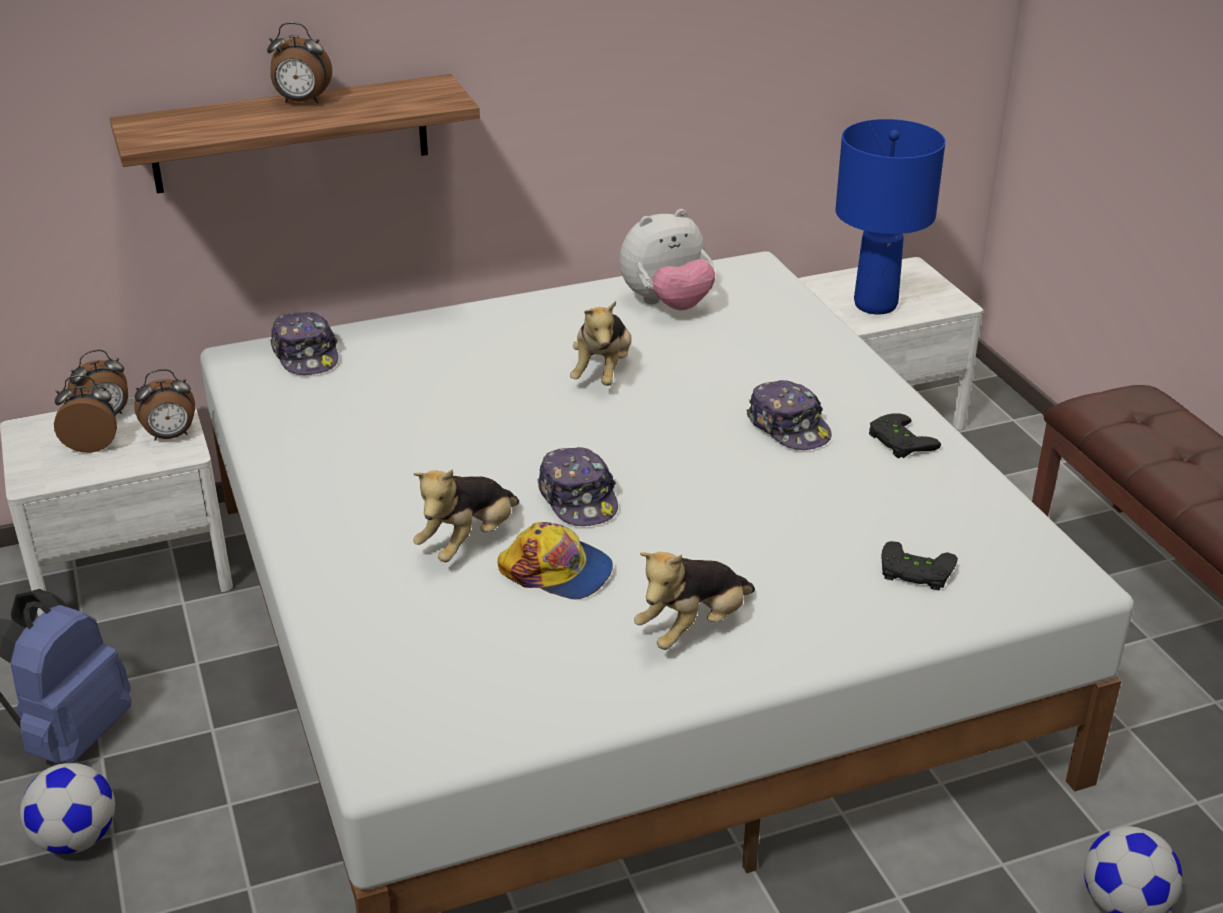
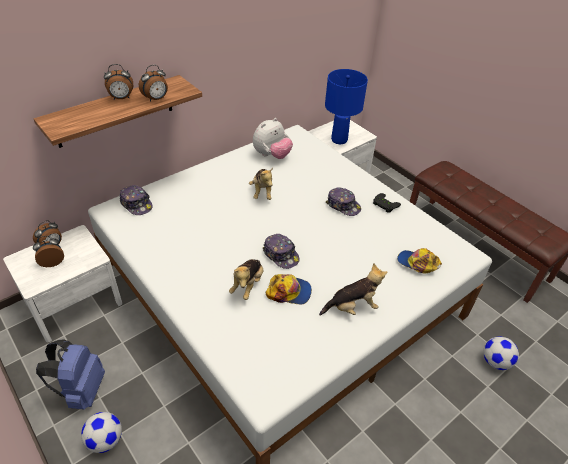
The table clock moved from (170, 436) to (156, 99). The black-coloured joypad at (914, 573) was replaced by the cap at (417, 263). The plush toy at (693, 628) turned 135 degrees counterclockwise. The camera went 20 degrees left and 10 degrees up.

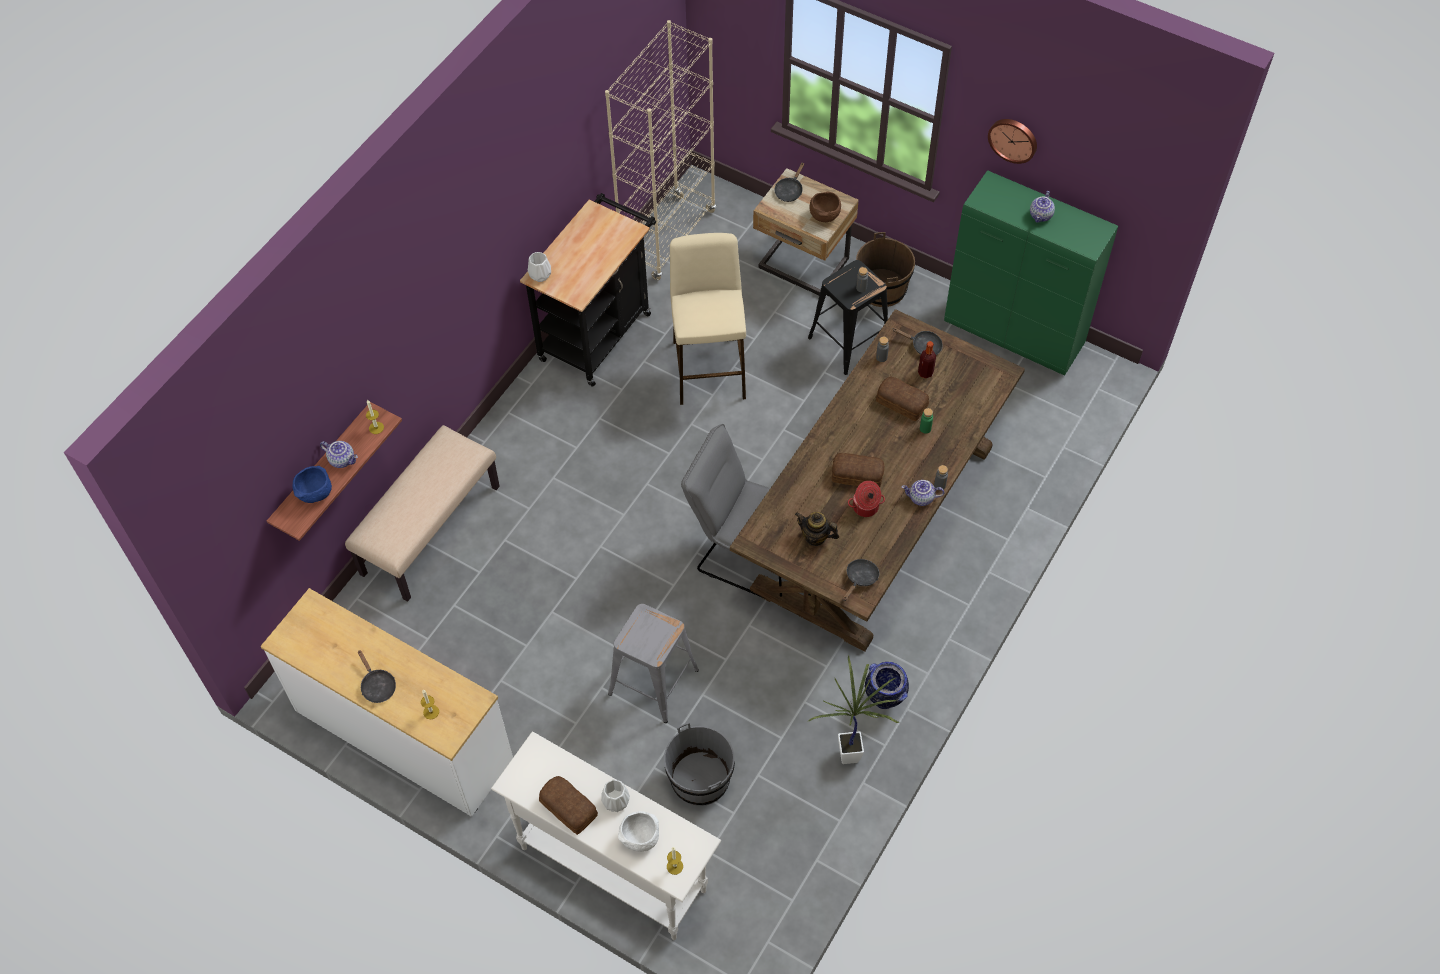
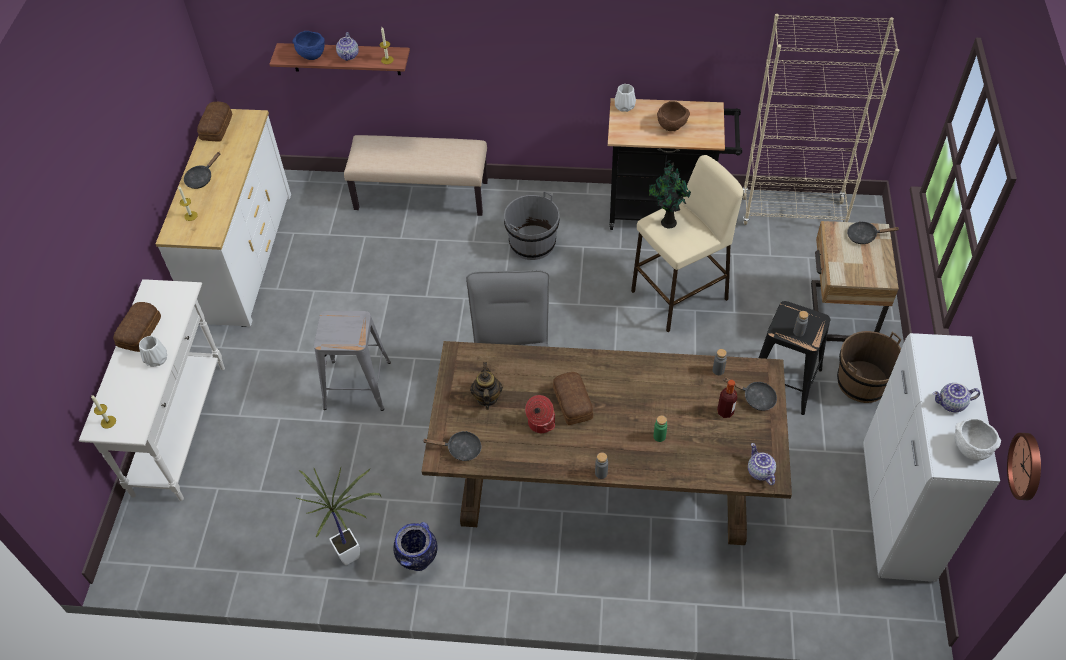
The houseplant at (667, 222) appeared. The white bowl moved from (639, 839) to (969, 449). The greyish bucket moved from (700, 779) to (532, 243). The brown-coloured bowl moved from (824, 215) to (672, 126). The bread moved from (901, 402) to (217, 127). The tea pot moved from (921, 498) to (759, 471). The wall clock moved from (1013, 139) to (1027, 466). The green storage cabinet at (1015, 334) became the white storage cabinet at (897, 513). The black-coloured frying pan at (923, 346) turned 60 degrees counterclockwise. The camera went 65 degrees right and 5 degrees down.

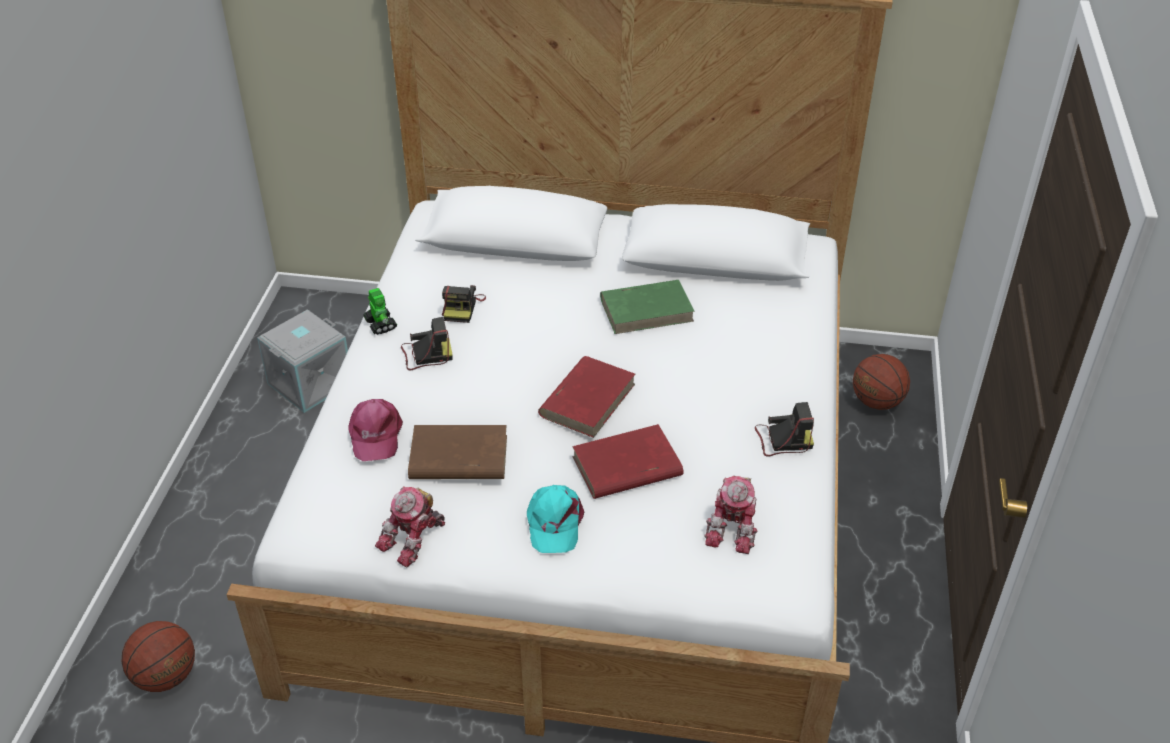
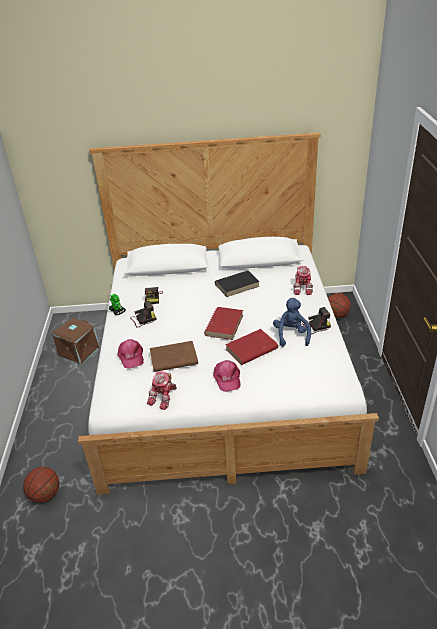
The blue-coloured plush toy at (291, 335) appeared. The toy robot moved from (734, 527) to (303, 288). The greyish storage bin at (310, 382) became the brown-coloured storage bin at (79, 351). The turquoise cap at (554, 523) became the pink cap at (227, 378). The green volume at (647, 310) became the black-coloured volume at (237, 285). The camera went 10 degrees left and 5 degrees down.

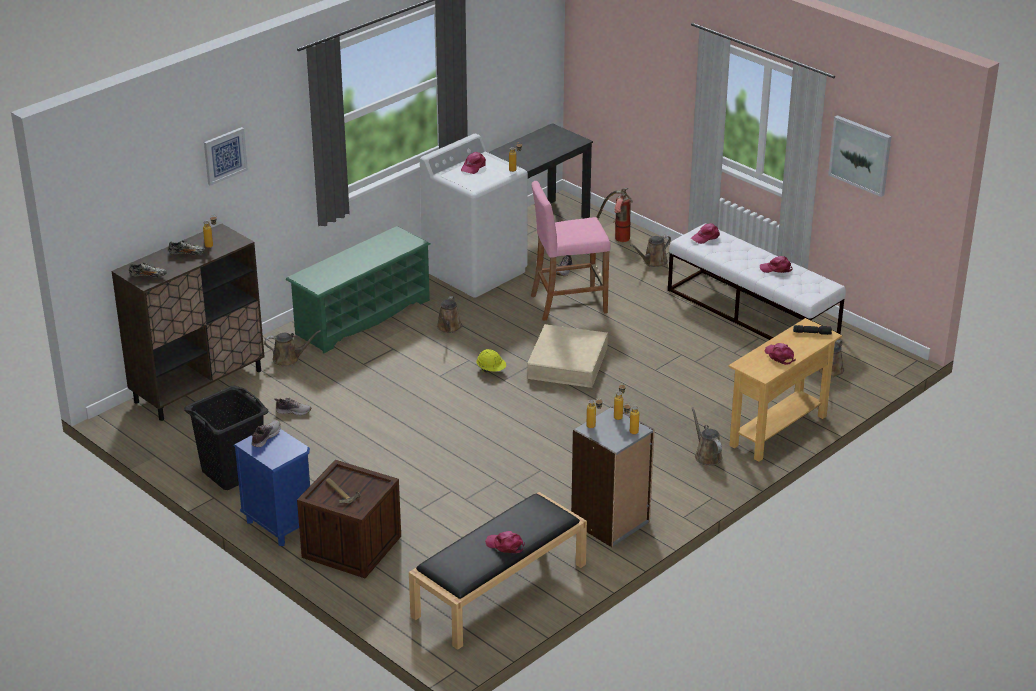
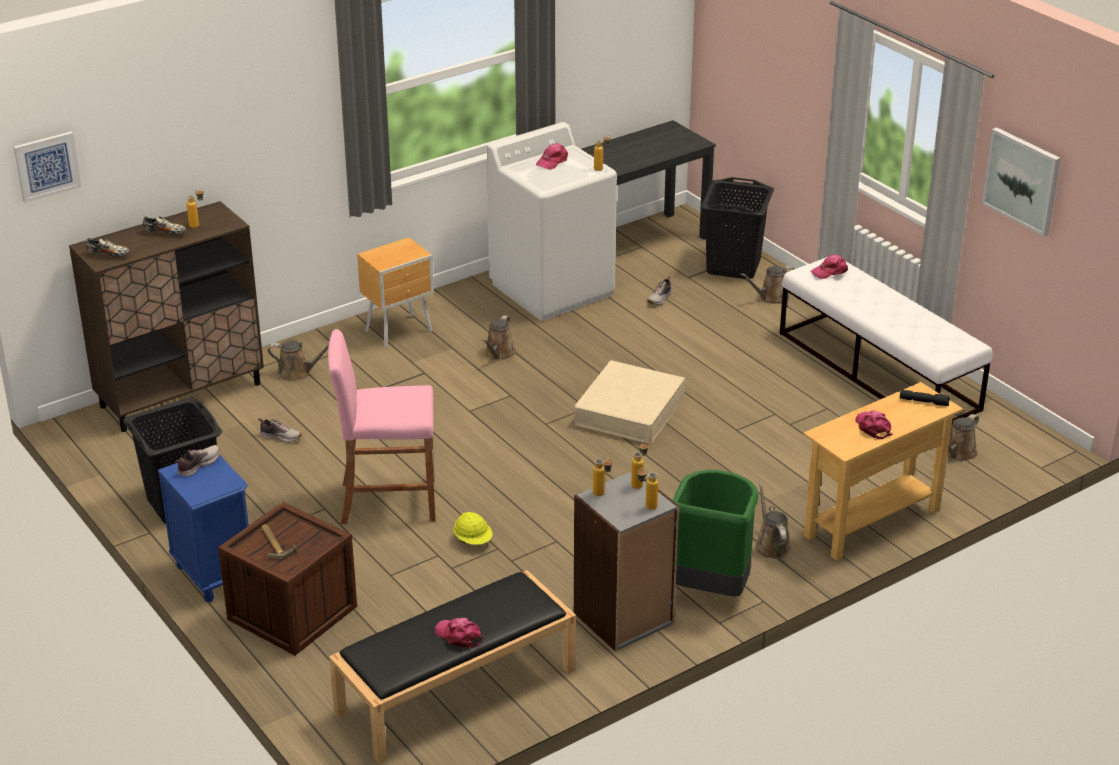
The pink cap at (776, 269) disappeared. The green waste bin at (711, 589) appeared. The wall picture moved from (224, 155) to (47, 166). The yellowish work helmet moved from (491, 370) to (473, 540). The pink stool moved from (569, 304) to (388, 501). The green shoe stand at (362, 317) was replaced by the brown-coloured night table at (400, 331). The fire extinguisher at (616, 239) was replaced by the black-coloured laundry basket at (734, 266). The camera went 10 degrees right and 0 degrees up.

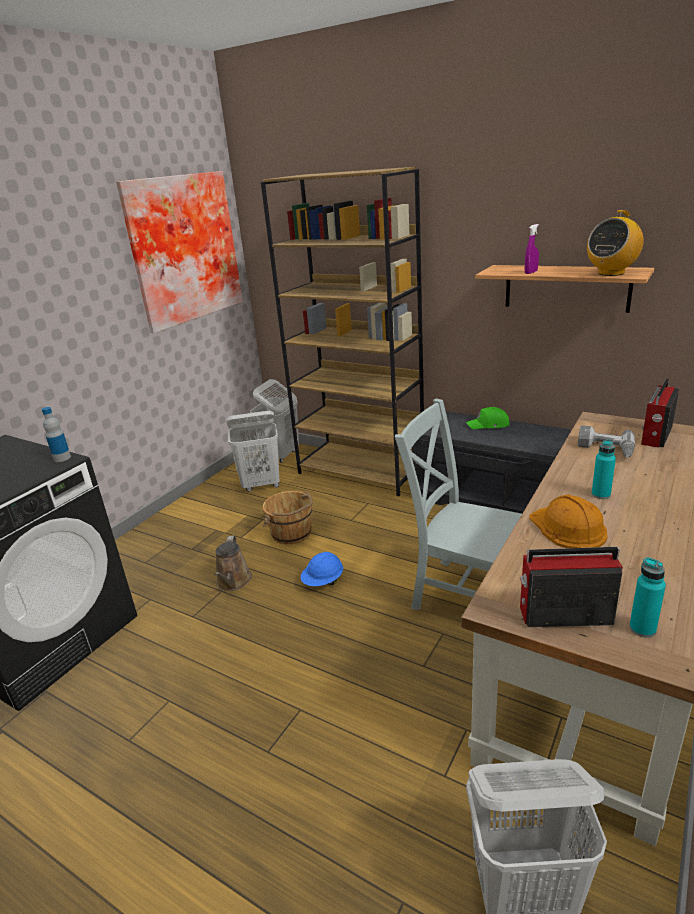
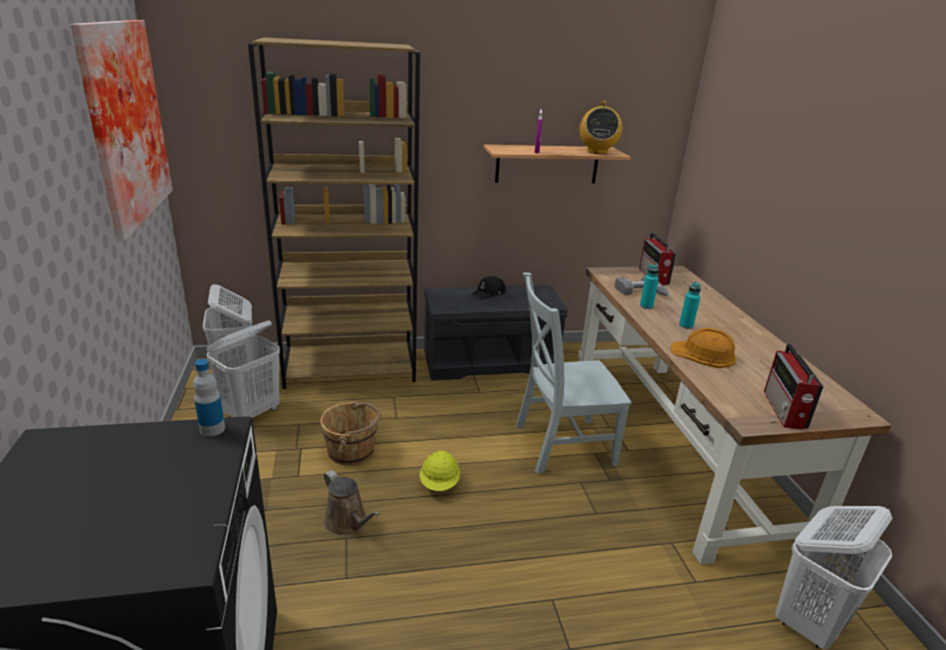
The turquoise beverage bottle moved from (642, 629) to (646, 306). The blue-coloured work helmet at (323, 582) became the yellowish work helmet at (439, 484). The green cap at (488, 425) became the black-coloured cap at (489, 293). The radio at (563, 615) turned 45 degrees counterclockwise. The camera went 45 degrees left and 0 degrees up.

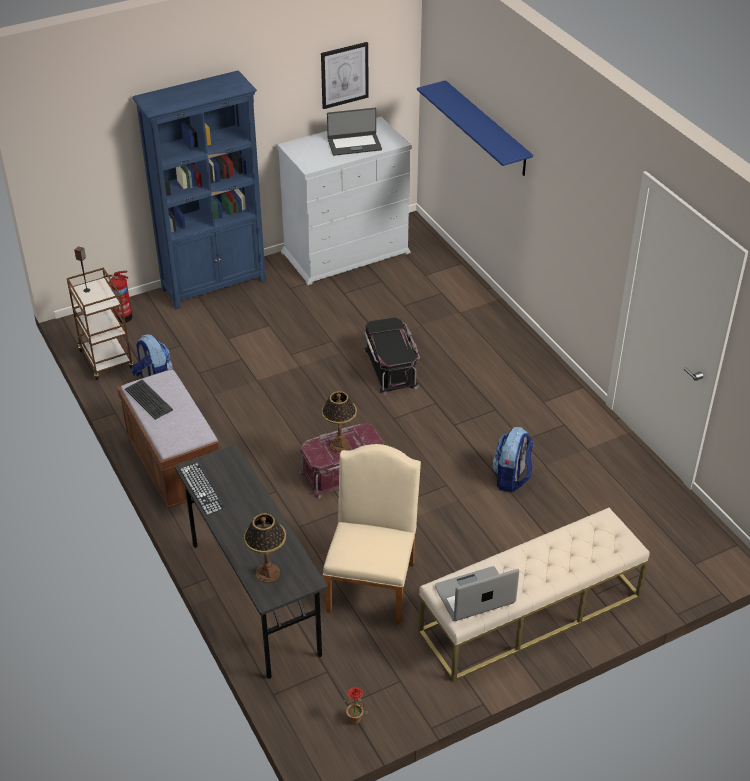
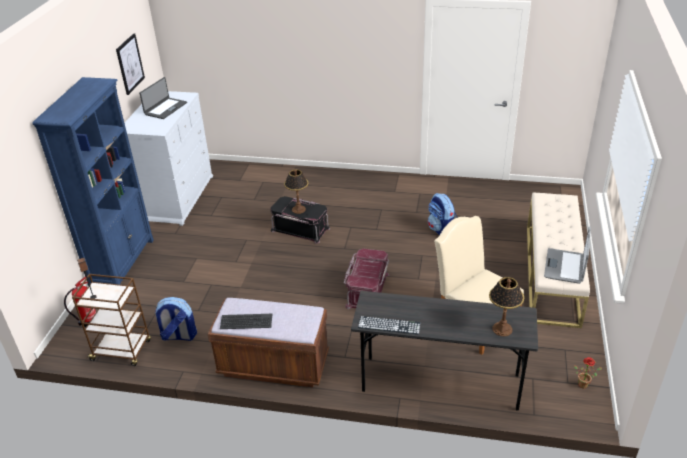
The blue-coloured wall shelf at (486, 128) disappeared. The table lamp moved from (339, 444) to (298, 209). The camera went 50 degrees left and 5 degrees down.

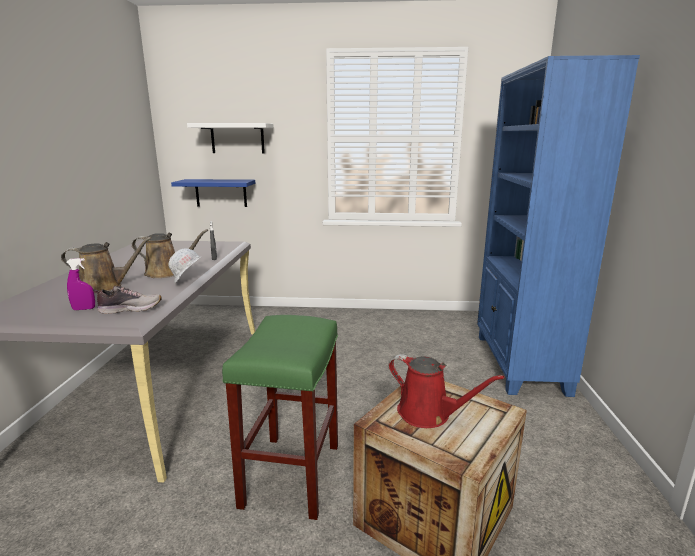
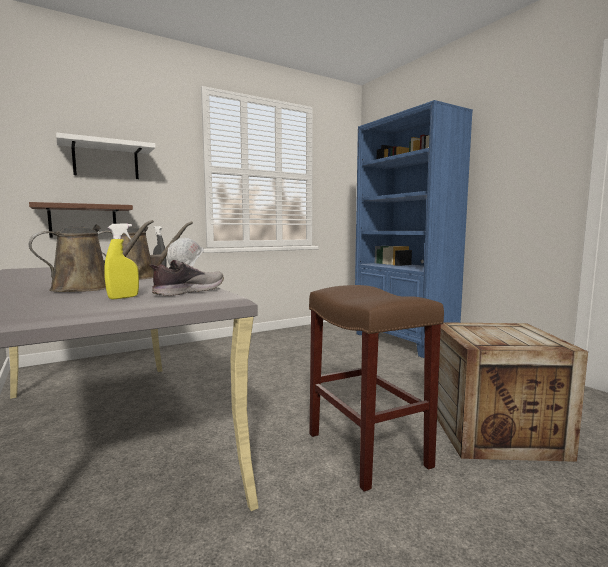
The reddish watering pot at (428, 414) disappeared. The purplish sprayer at (84, 309) became the yellowish sprayer at (123, 297). The blue-coloured wall shelf at (221, 193) became the brown-coloured wall shelf at (83, 221). The green stool at (291, 473) became the brown-coloured stool at (365, 449). The camera went 35 degrees left and 10 degrees down.

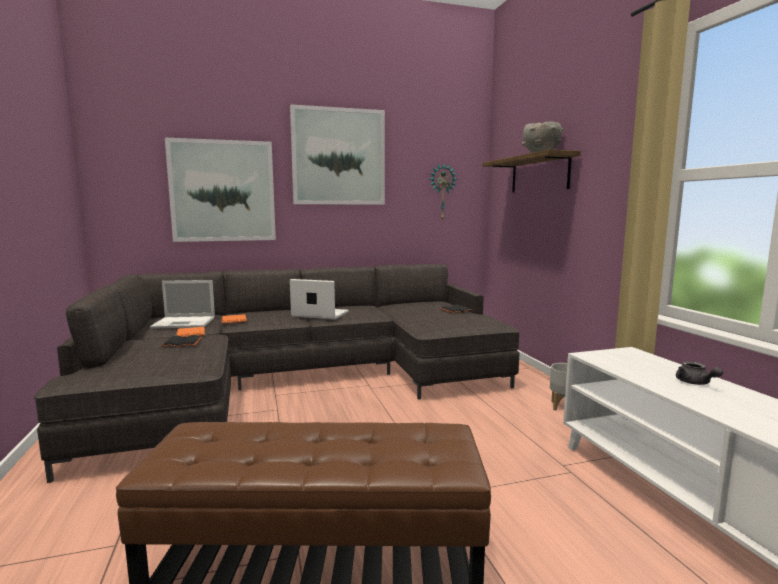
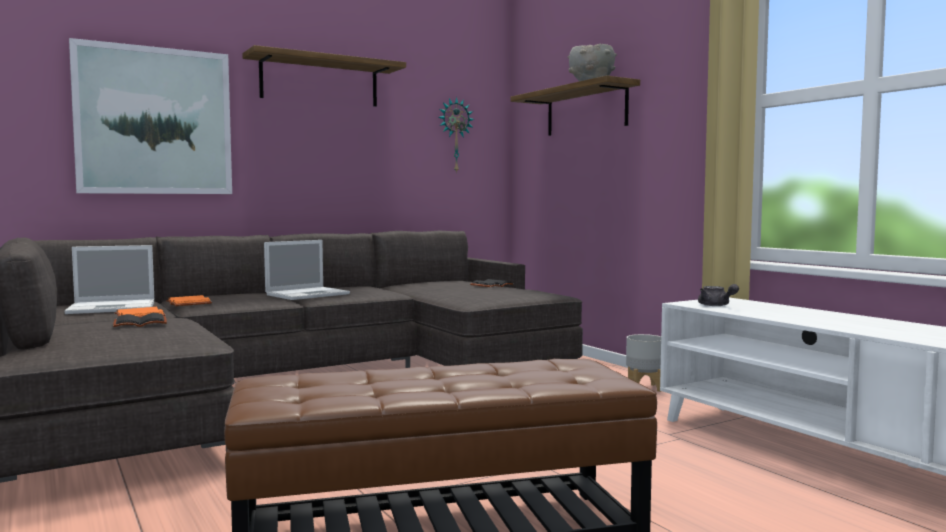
The greyish tea pot moved from (695, 383) to (716, 305). The wall picture at (338, 157) was replaced by the wall shelf at (320, 81). The portable computer at (319, 314) turned 135 degrees clockwise. The camera went 15 degrees left and 5 degrees down.

